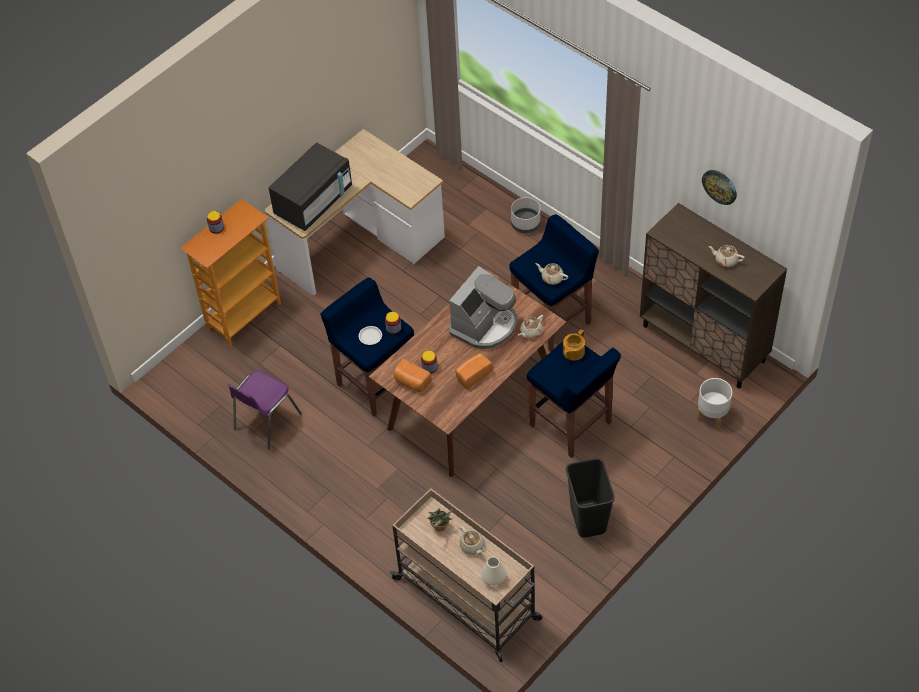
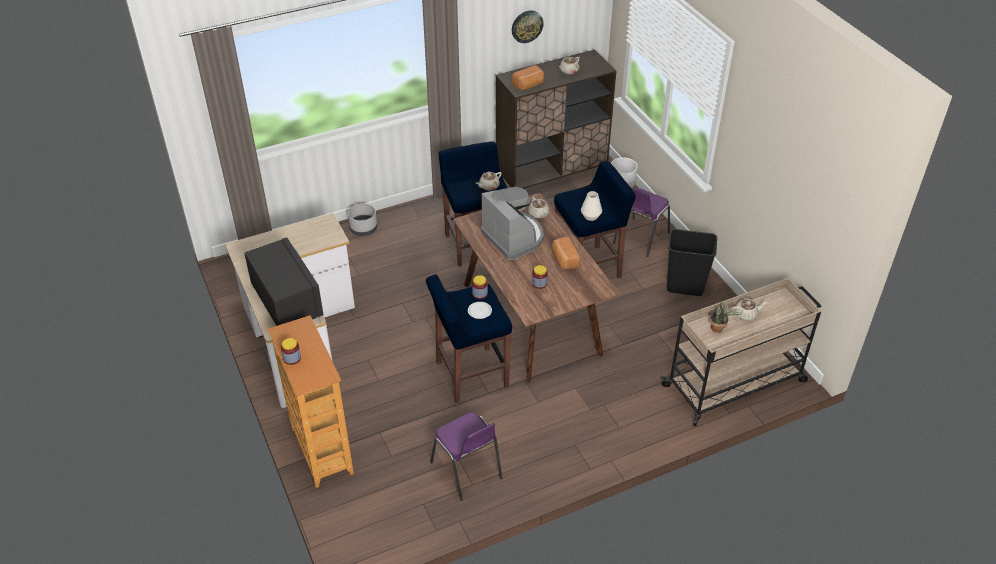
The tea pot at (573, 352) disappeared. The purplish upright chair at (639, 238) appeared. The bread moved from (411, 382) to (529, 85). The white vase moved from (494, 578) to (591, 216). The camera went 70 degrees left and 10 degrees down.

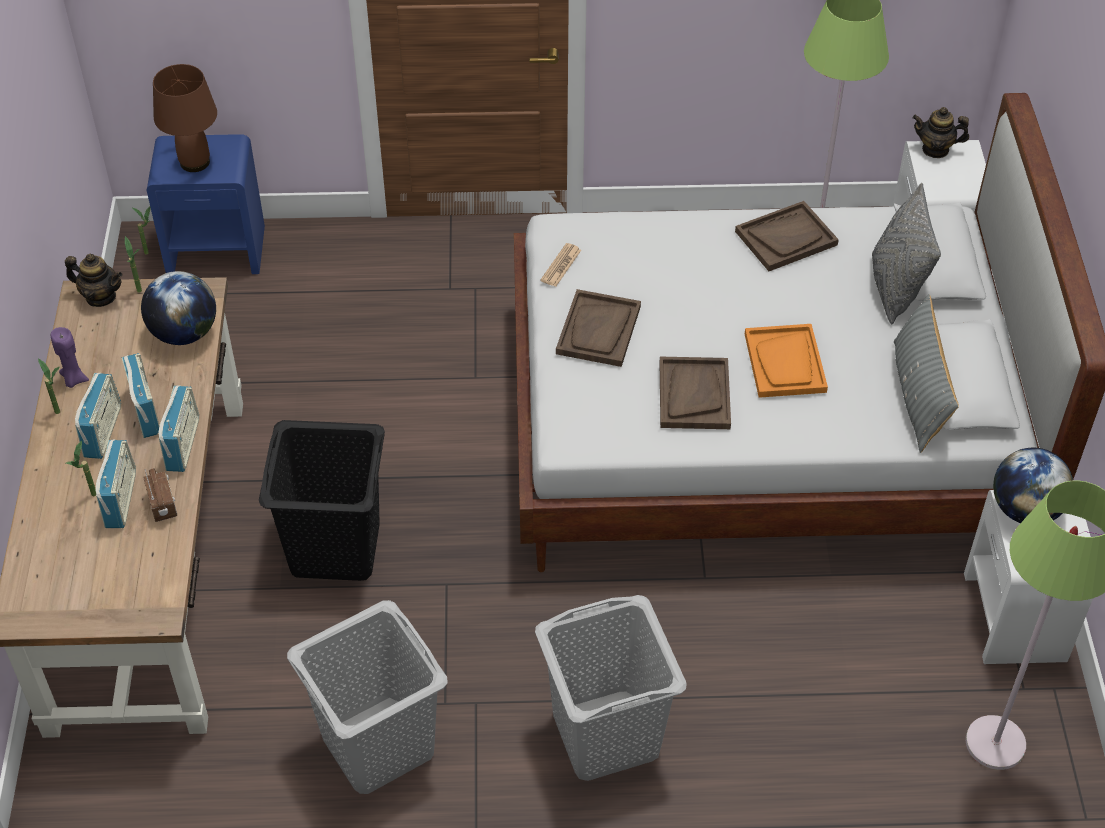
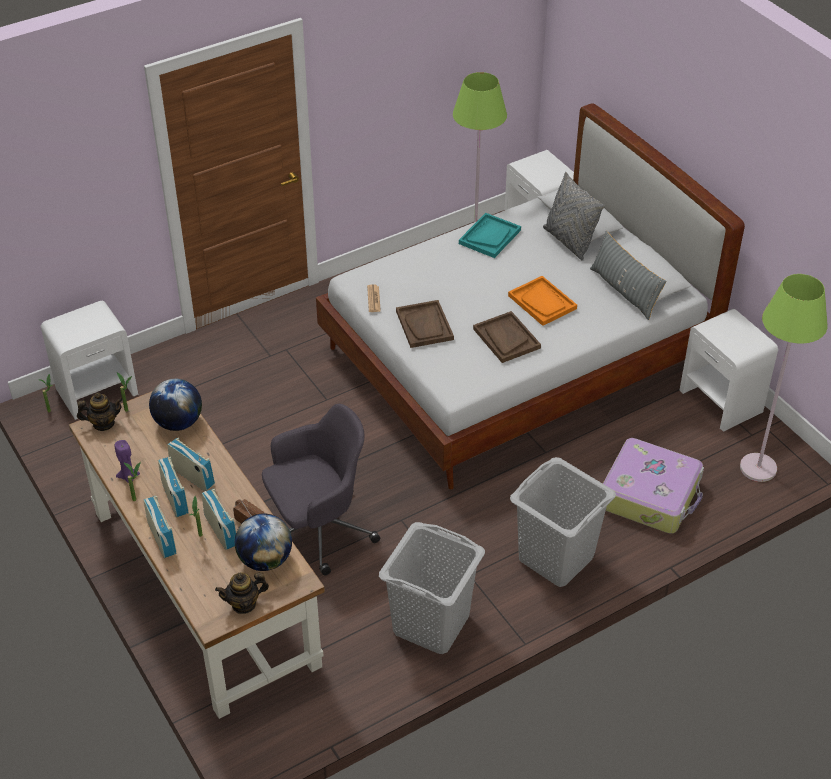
The brown-coloured table lamp at (194, 162) disappeared. The suitcase at (650, 495) appeared. The radio moved from (183, 444) to (161, 538). The tea pot moved from (935, 149) to (244, 604). The desk globe moved from (1025, 510) to (265, 560). The black-coloured laundry basket at (336, 548) was replaced by the greyish desk chair at (318, 530). The blue-coloured night table at (217, 250) became the white night table at (97, 391). The brown-coloured tray at (786, 238) became the turquoise tray at (489, 237). The camera went 30 degrees left and 5 degrees down.

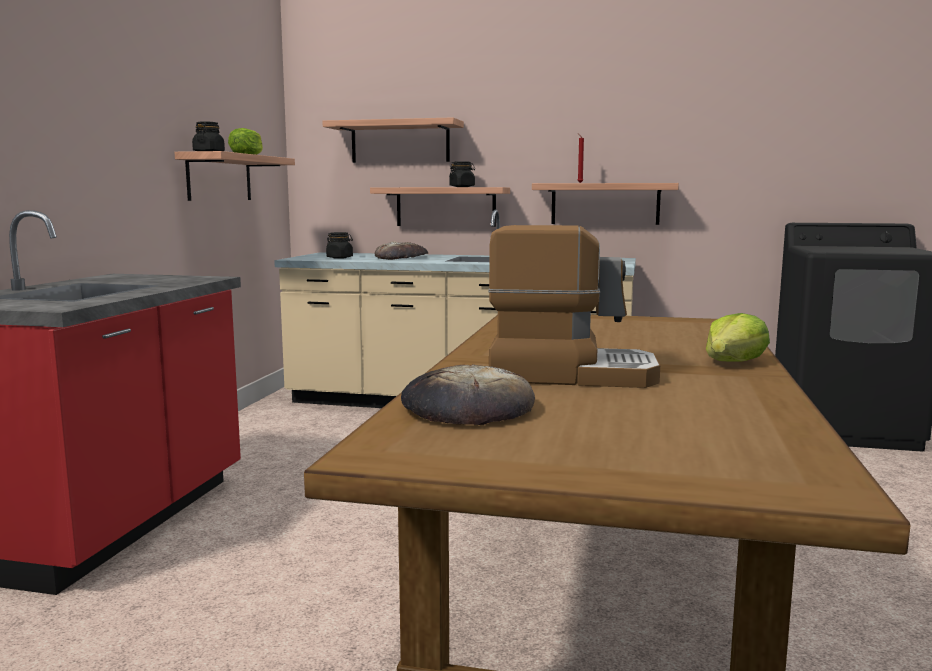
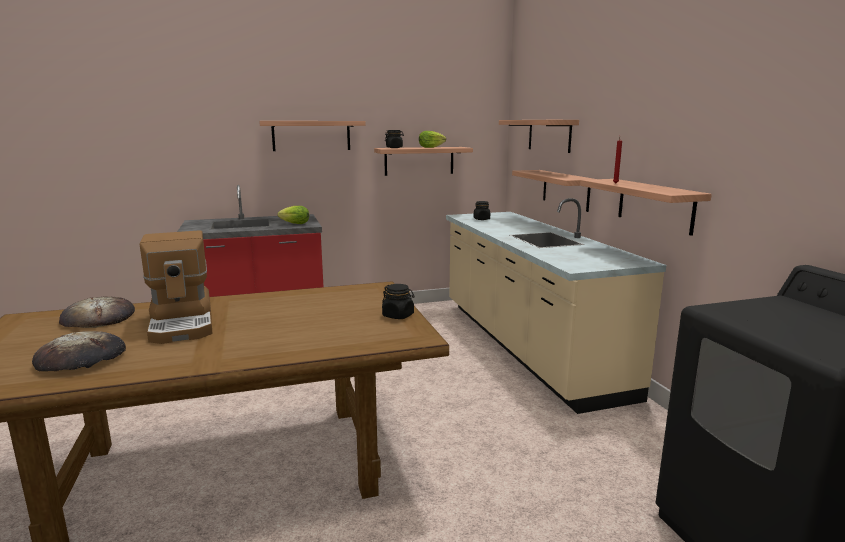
The wall shelf at (311, 135) appeared. The bread moved from (401, 257) to (82, 359). The black-coloured preserve jar moved from (462, 187) to (398, 315). The lettuce head moved from (733, 363) to (295, 224). The camera went 60 degrees right and 5 degrees up.

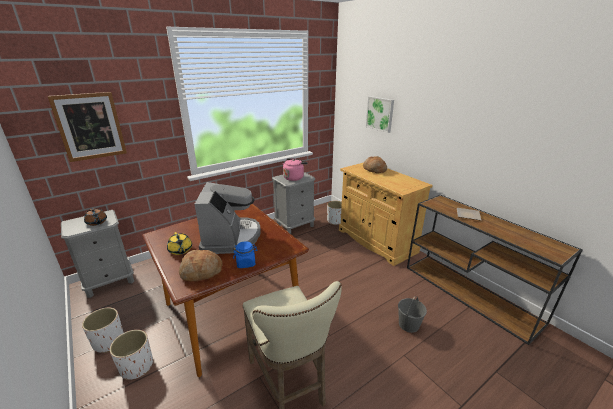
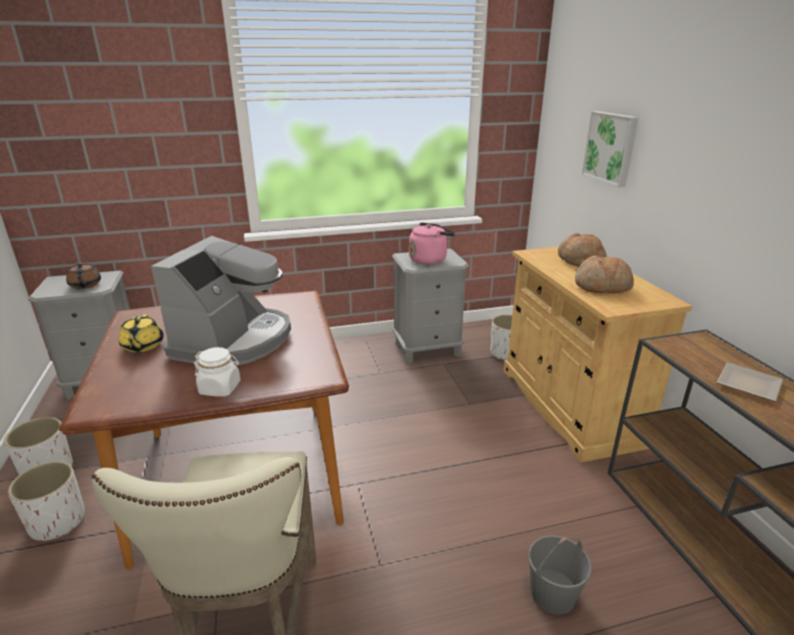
The wall picture at (90, 126) disappeared. The bread moved from (201, 272) to (602, 286). The blue-coloured preserve jar at (246, 263) became the white preserve jar at (220, 388). The camera went 20 degrees right and 0 degrees up.

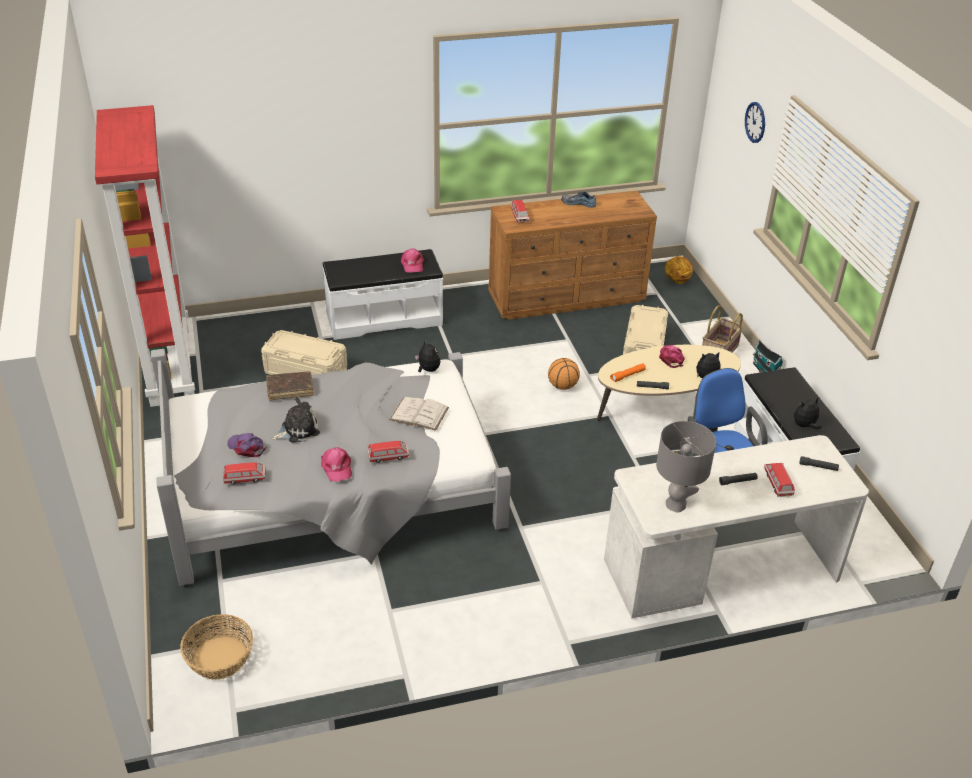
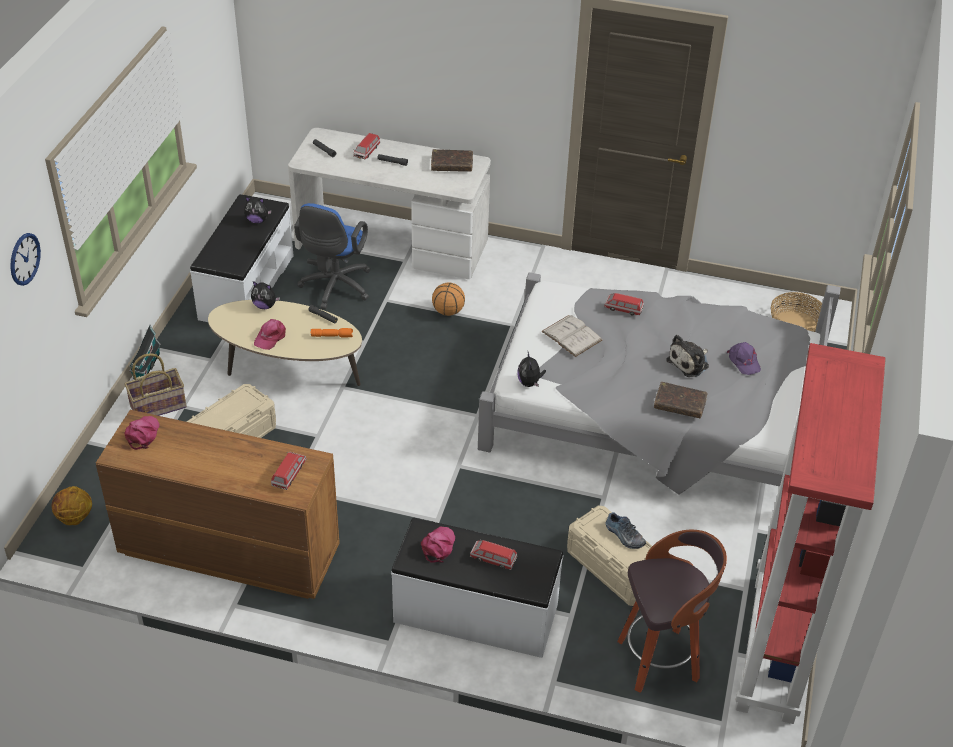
The stool at (660, 660) appeared. The model car moved from (245, 478) to (493, 559). The pink cap moved from (336, 467) to (142, 434). The basketball ball moved from (562, 386) to (448, 311). The low shoe moved from (579, 203) to (624, 536). The greyish table lamp at (676, 504) was replaced by the brown-coloured volume at (452, 165). The plush toy at (298, 430) turned 45 degrees counterclockwise. The camera went 150 degrees left and 5 degrees up.

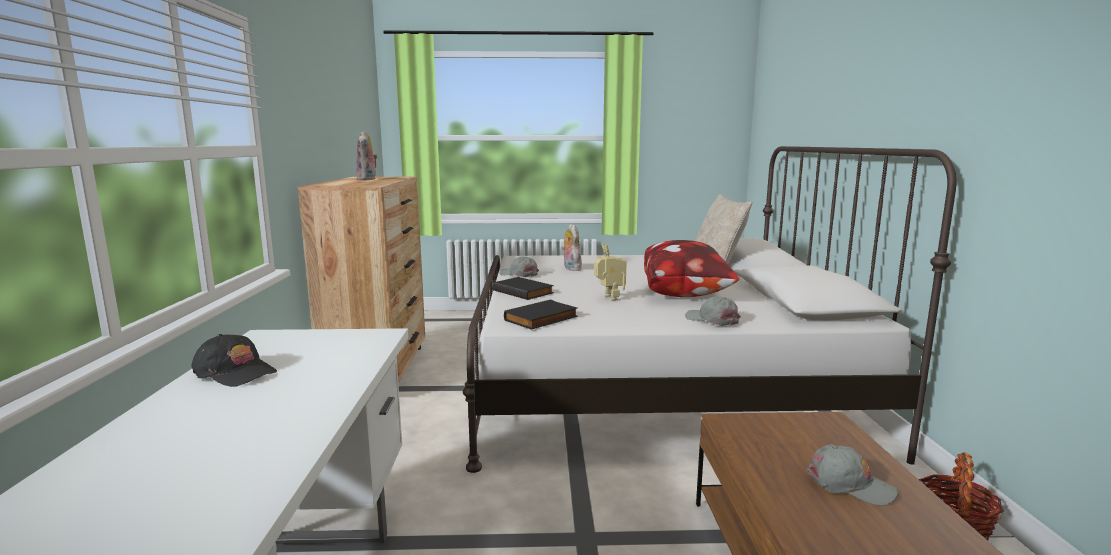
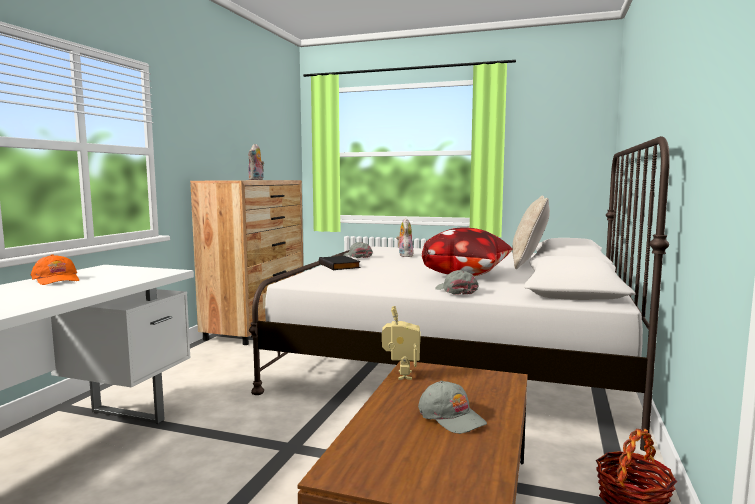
The black-coloured volume at (542, 319) disappeared. The toy robot moved from (609, 298) to (400, 375). The black-coloured cap at (236, 372) became the orange-coloured cap at (57, 280). The camera went 20 degrees right and 5 degrees down.

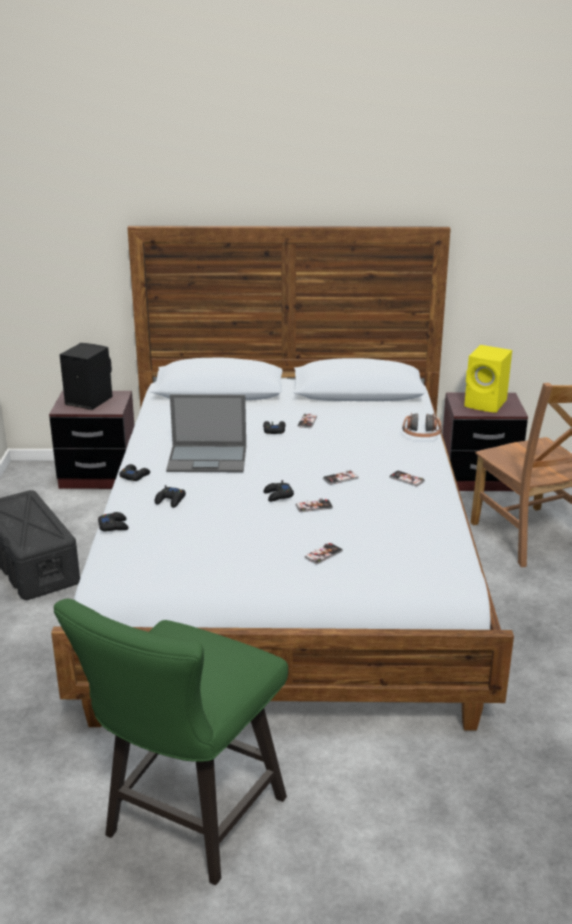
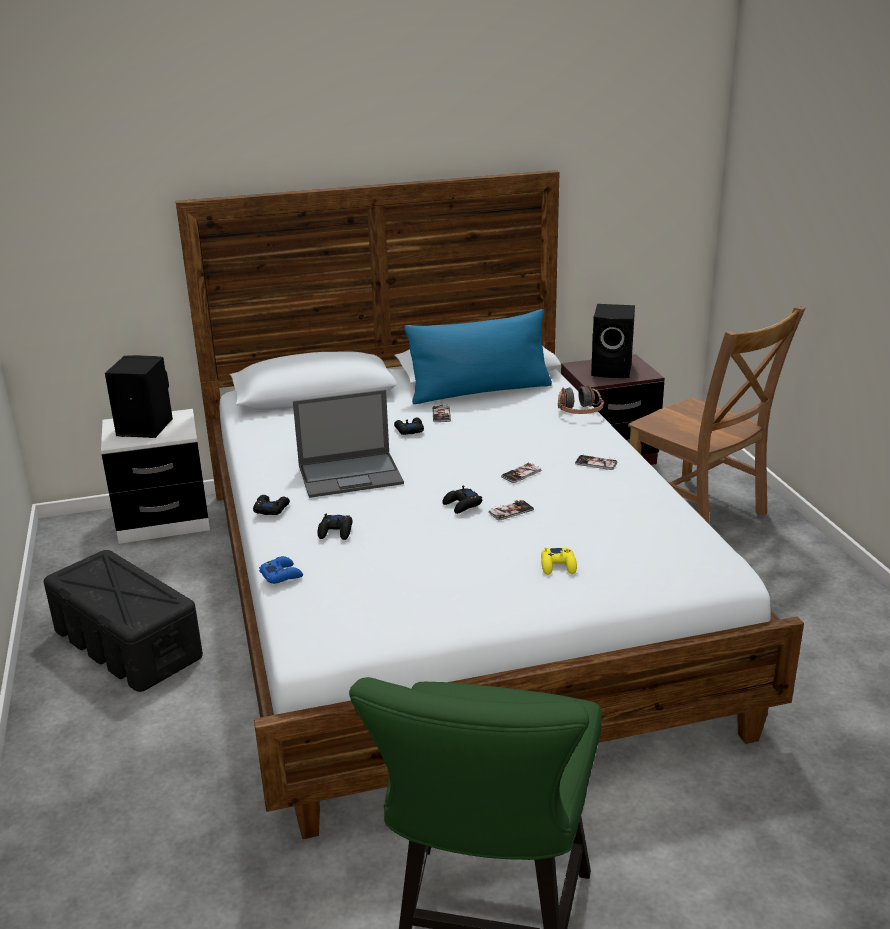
The blue-coloured throw pillow at (480, 391) appeared. The telephone at (323, 554) was replaced by the yellowish joypad at (558, 565). The brown-coloured night table at (98, 476) became the white night table at (163, 520). The black-coloured joypad at (114, 526) became the blue-coloured joypad at (281, 575). The yellowish audio speaker at (487, 404) became the black-coloured audio speaker at (613, 370). The camera went 15 degrees left and 0 degrees up.

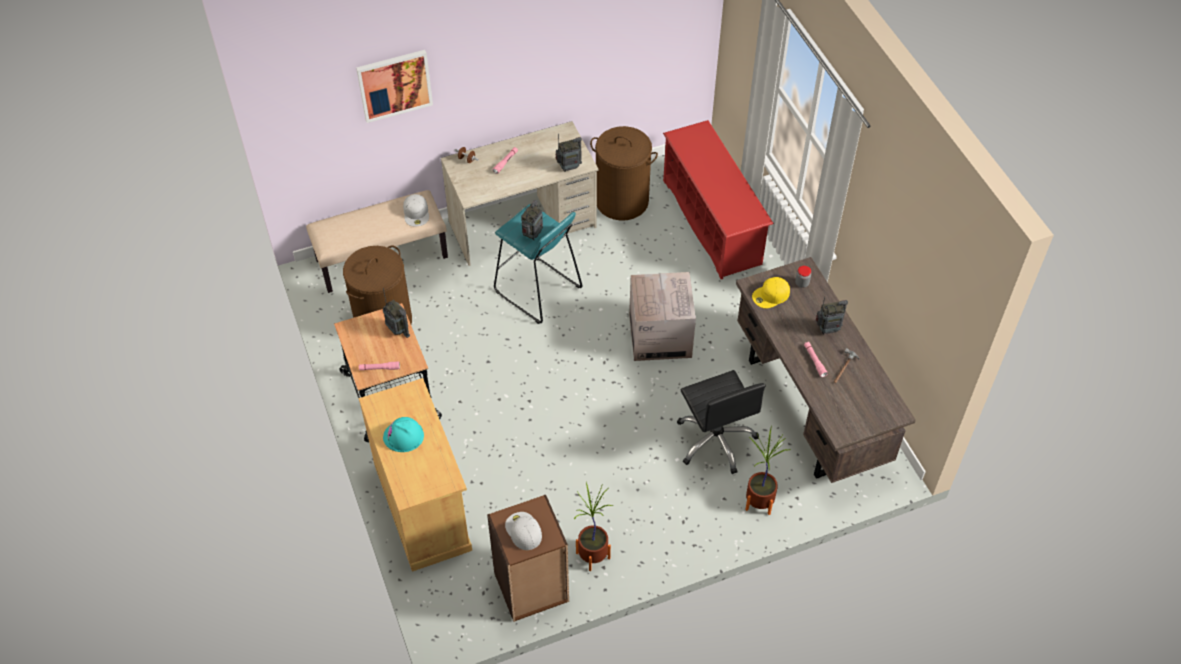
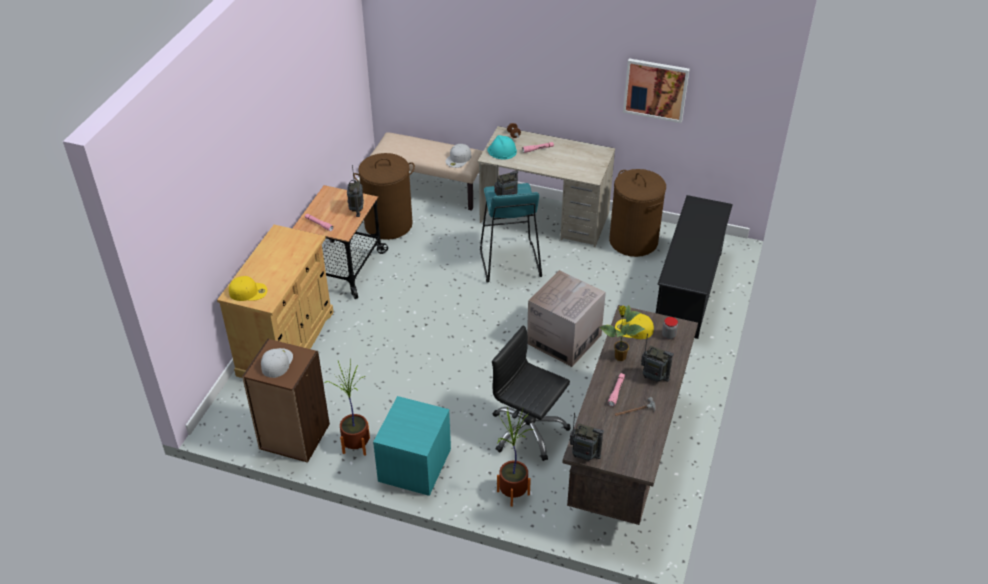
The yellowish cap at (248, 291) appeared. The turquoise night table at (414, 466) appeared. The houseplant at (619, 357) appeared. The wall picture moved from (394, 85) to (655, 89). The turquoise work helmet moved from (403, 436) to (502, 151). The radio moved from (569, 167) to (584, 455). The reddish shoe stand at (712, 222) became the black-coloured shoe stand at (688, 290). The black-coloured desk chair at (716, 440) turned 105 degrees clockwise. The camera went 40 degrees right and 10 degrees down.

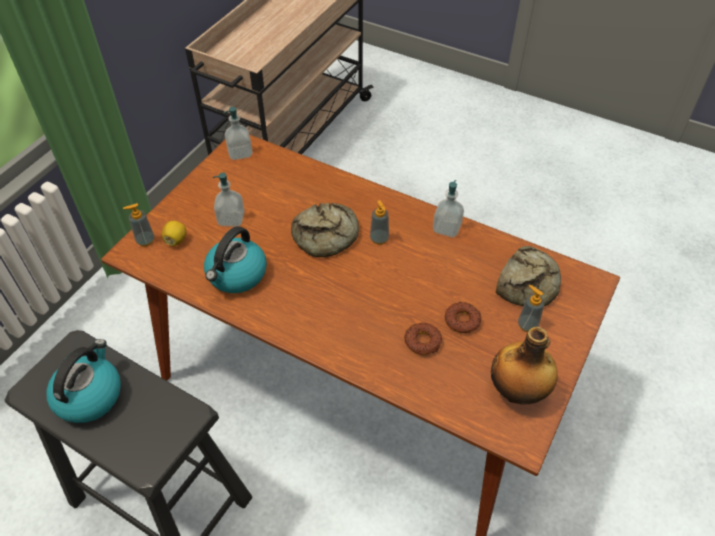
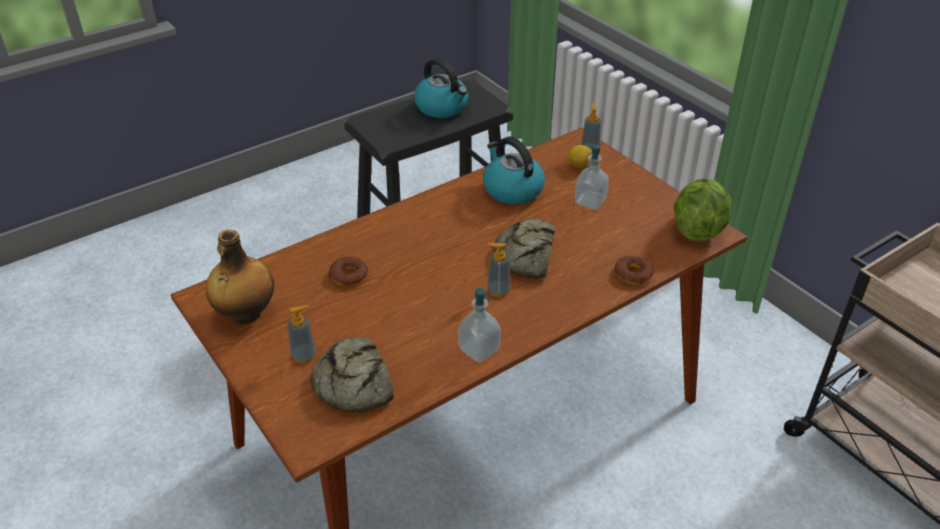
The ring doughnut moved from (462, 320) to (633, 274). The liquid soap bottle at (240, 153) was replaced by the lettuce head at (697, 229). The camera went 115 degrees right and 10 degrees down.

